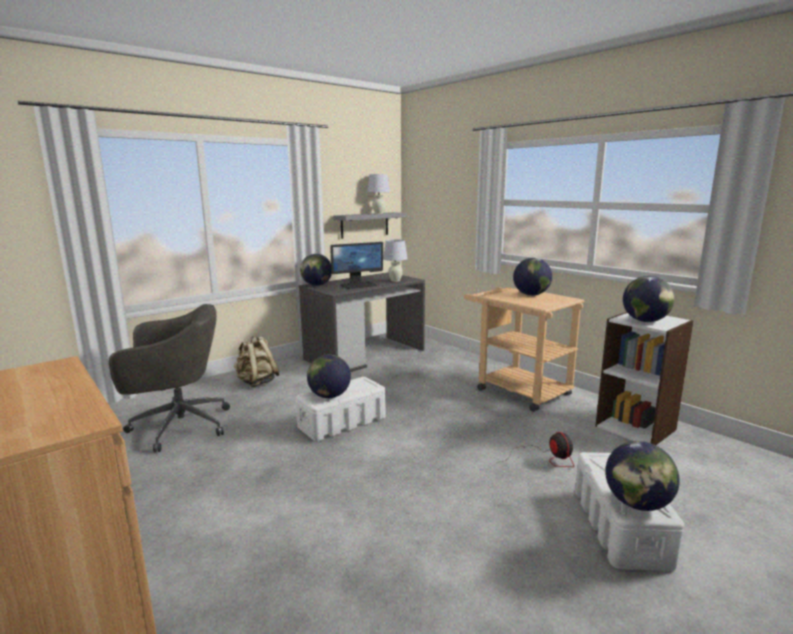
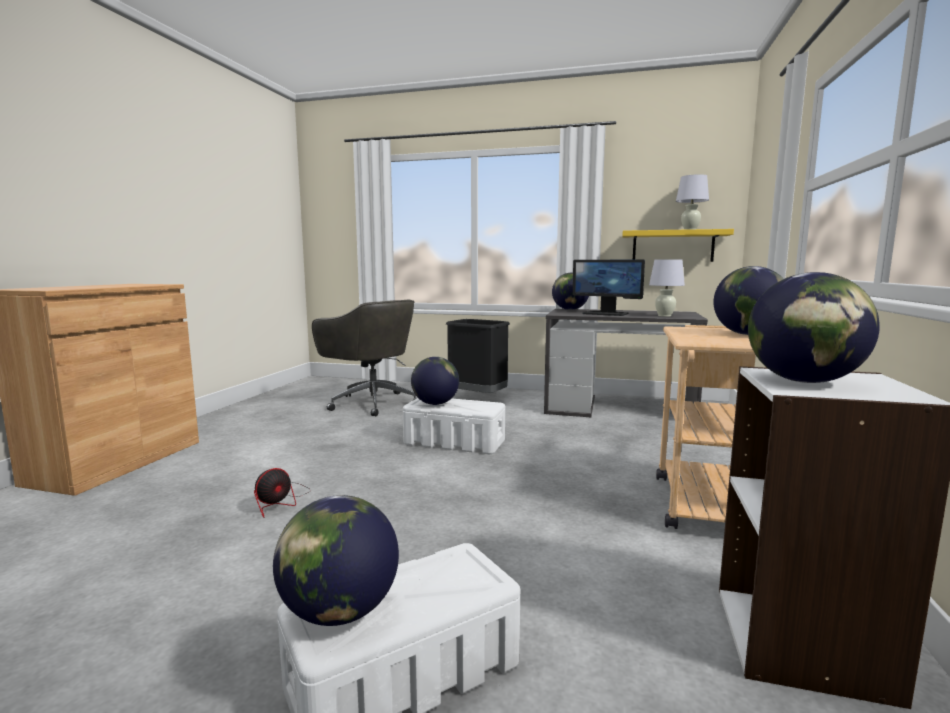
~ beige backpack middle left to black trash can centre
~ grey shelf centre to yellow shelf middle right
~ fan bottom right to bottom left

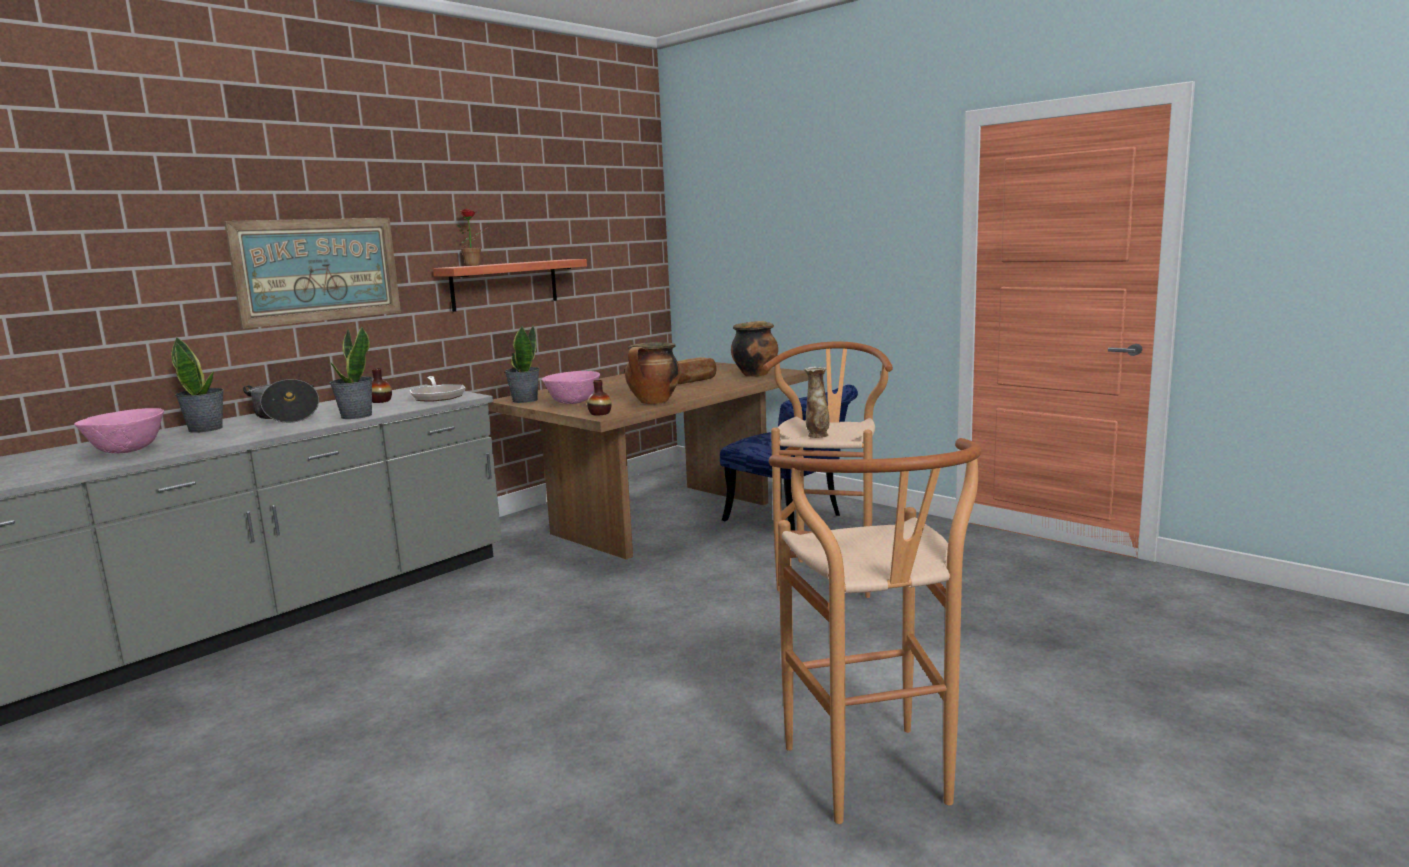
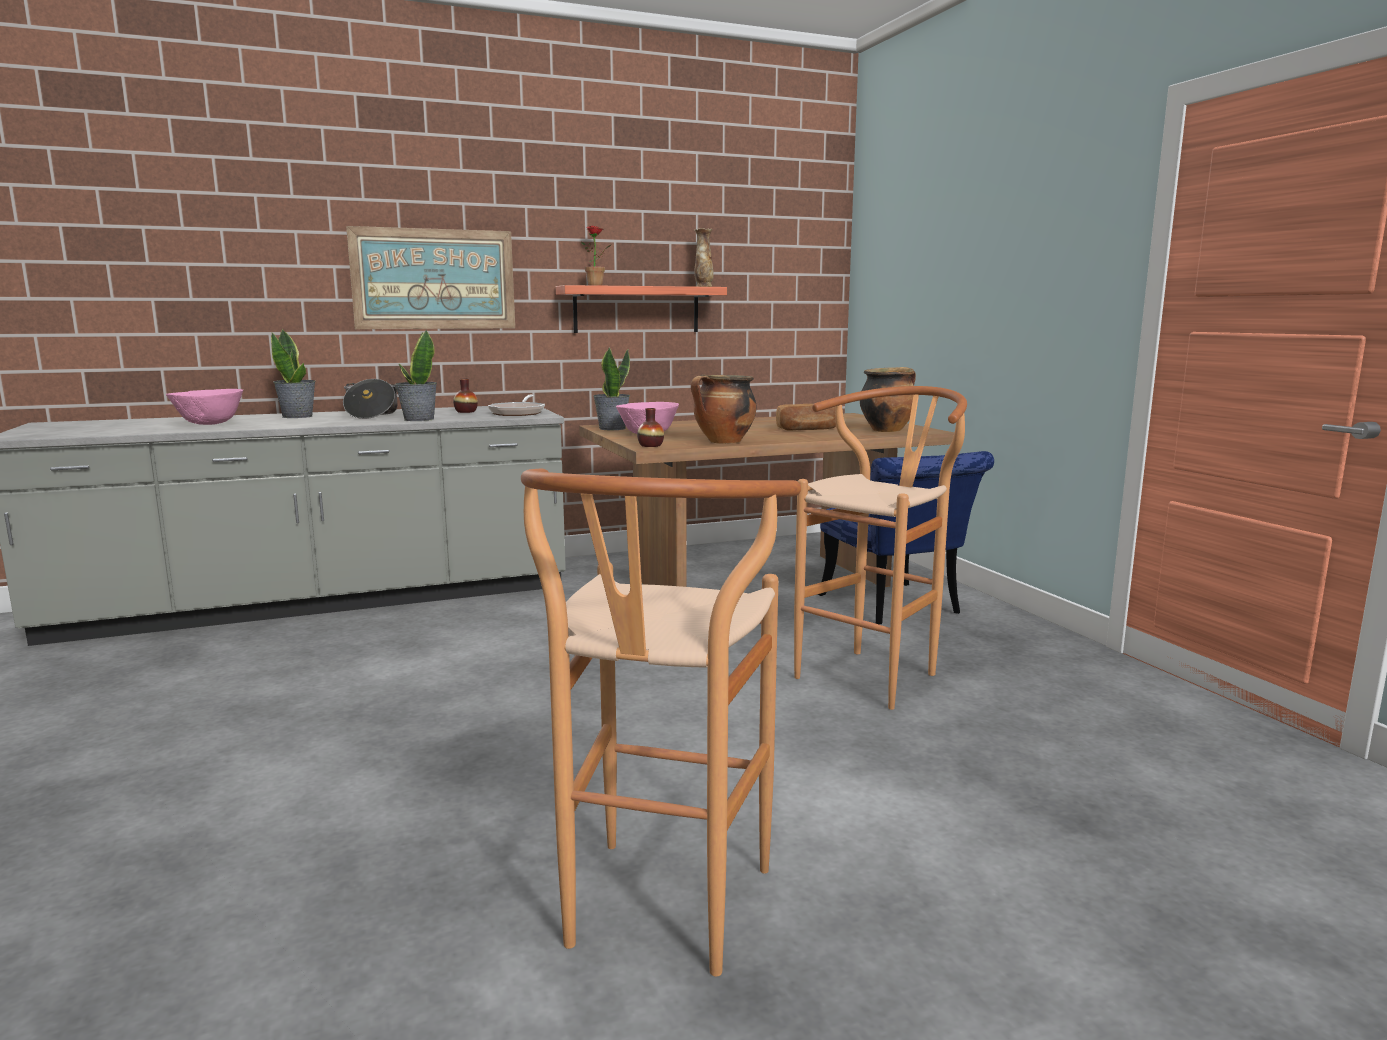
~ vase (3rd from left) centre to top centre

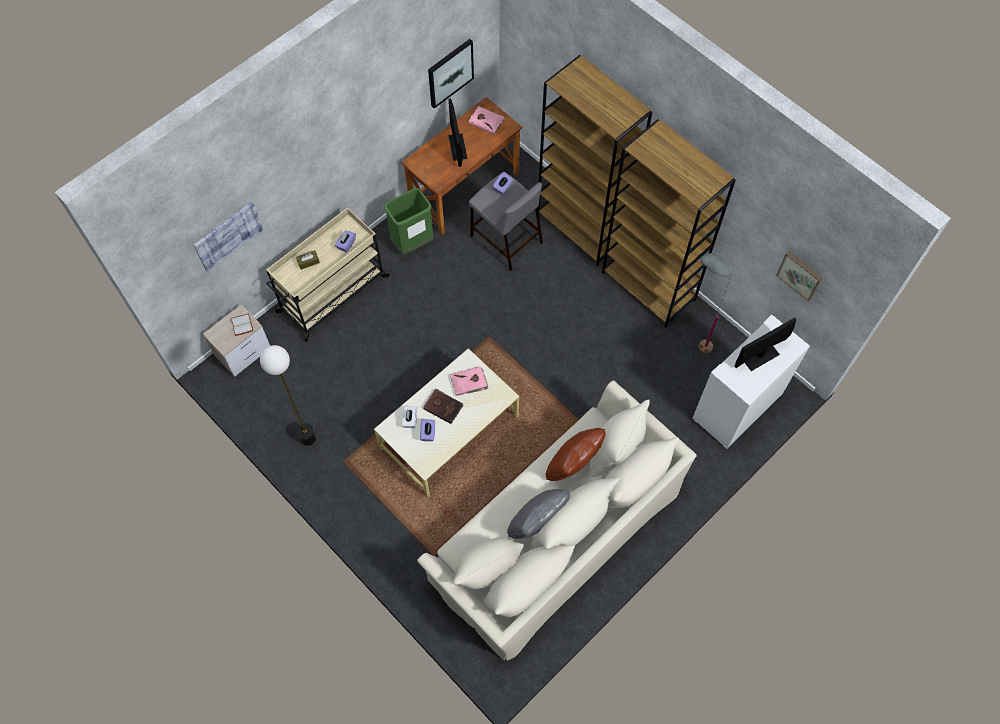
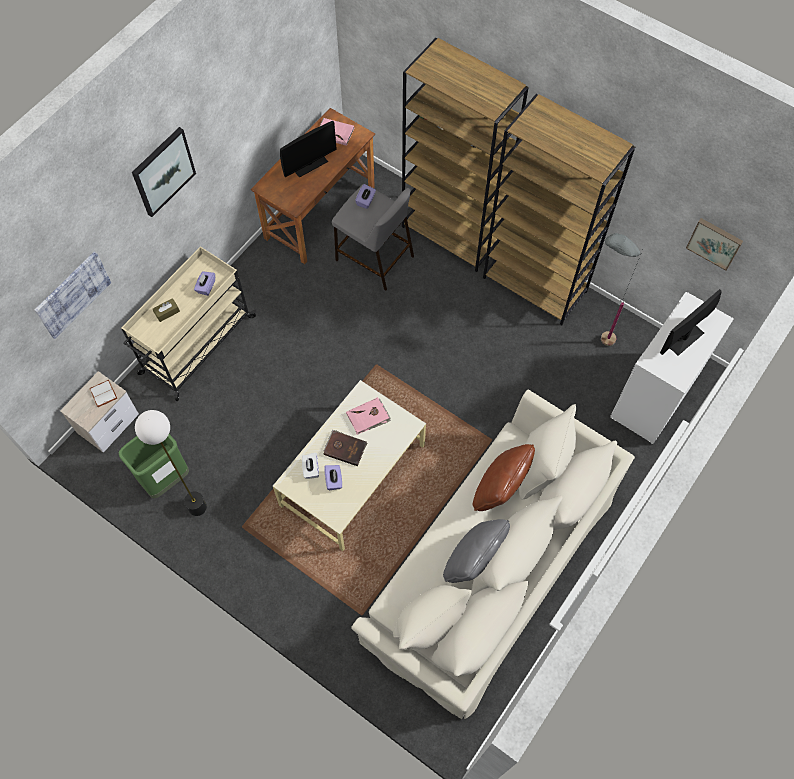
~ green trash can top centre to middle left
~ picture (2nd from left) top centre to top left
~ monitor (1st from left) top centre = top centre 105 degrees counterclockwise

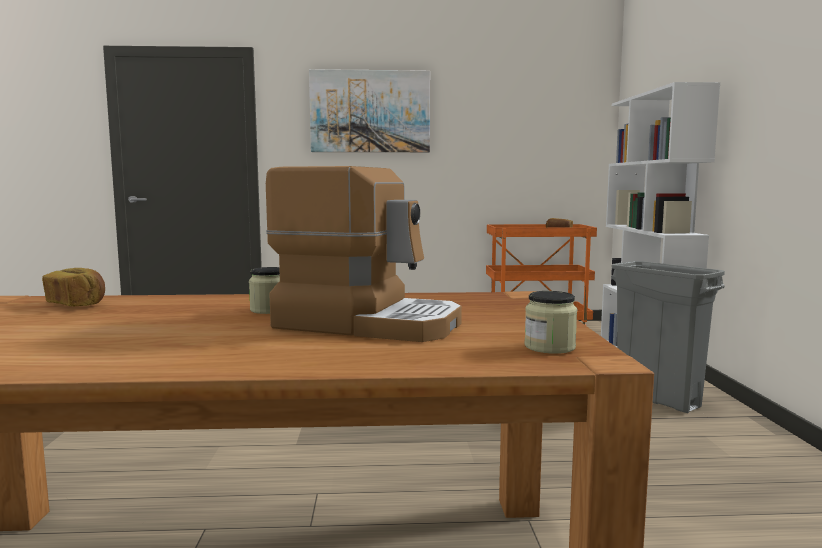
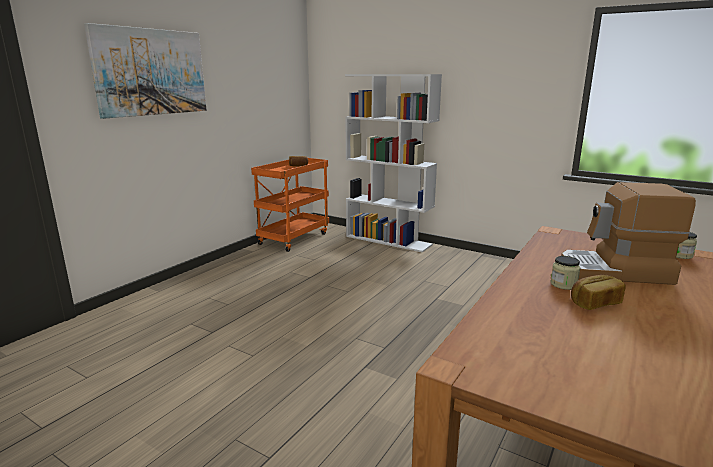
~ bread (1st from left in the first image) middle left to bread (2nd from left) middle right
~ coffee machine centre = middle right 135 degrees counterclockwise
- grey trash can middle right

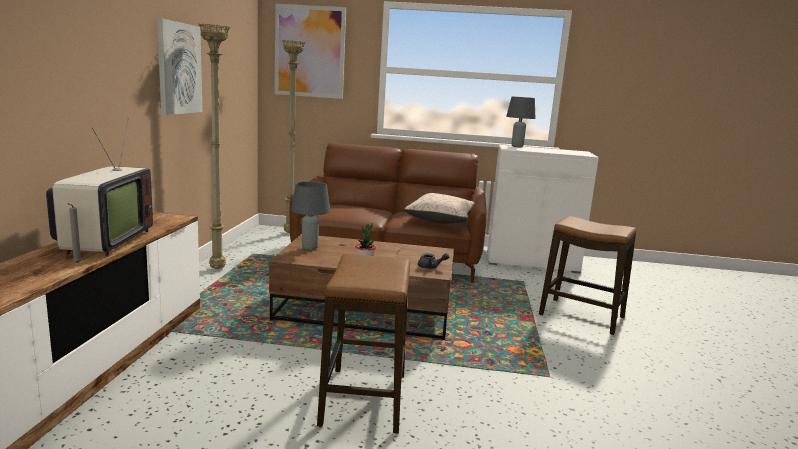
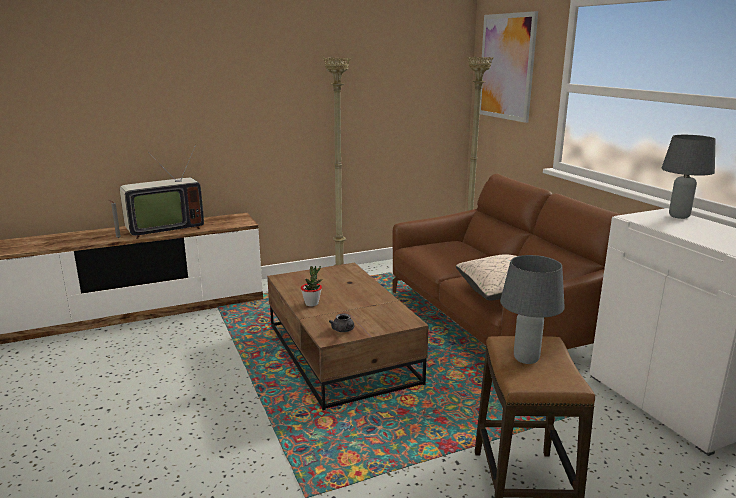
- picture (1st from left) top left
~ grey table lamp (1st from left) centre to middle right
- stool (1st from left) bottom centre

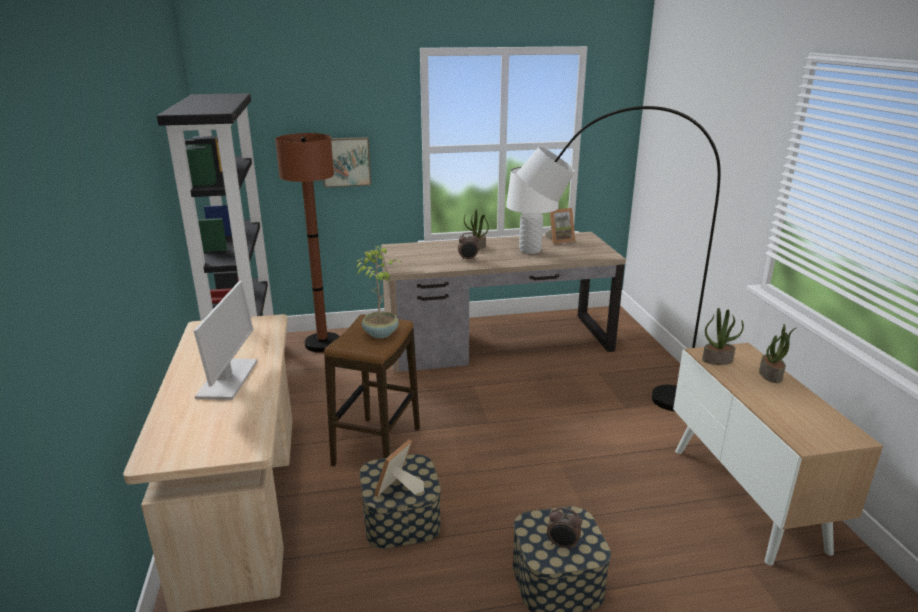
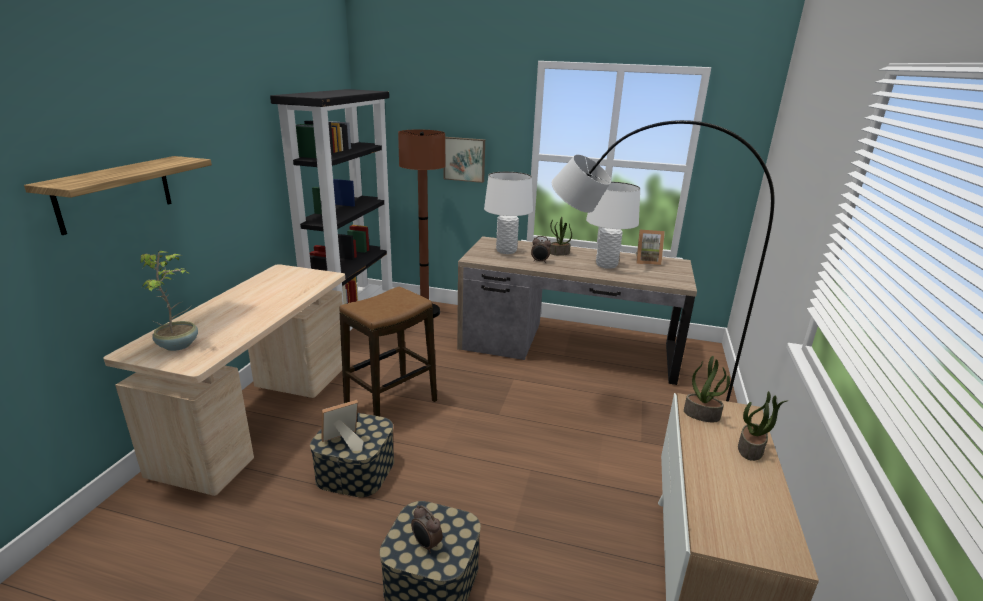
- monitor middle left
~ potted plant (1st from left) centre to middle left
+ shelf top left
+ white table lamp (1st from left) centre

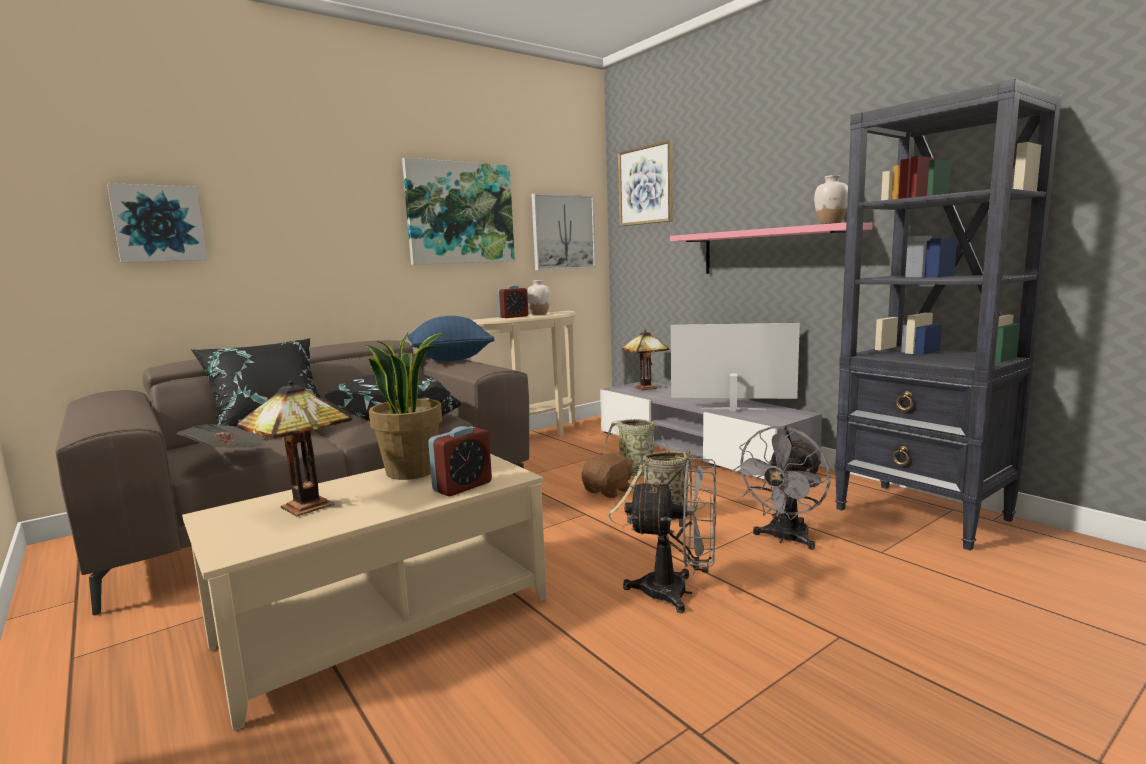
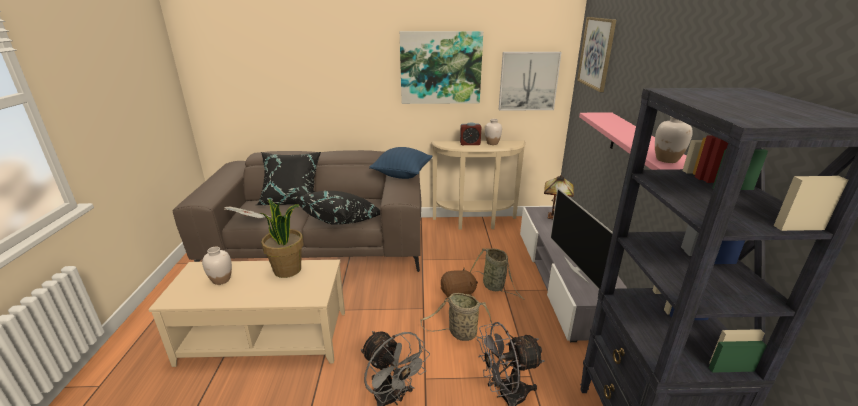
- picture (1st from left) top left
~ table lamp (1st from left) middle left to white vase (1st from left) middle left
- alarm clock (1st from left) centre
~ television centre = middle right 150 degrees counterclockwise

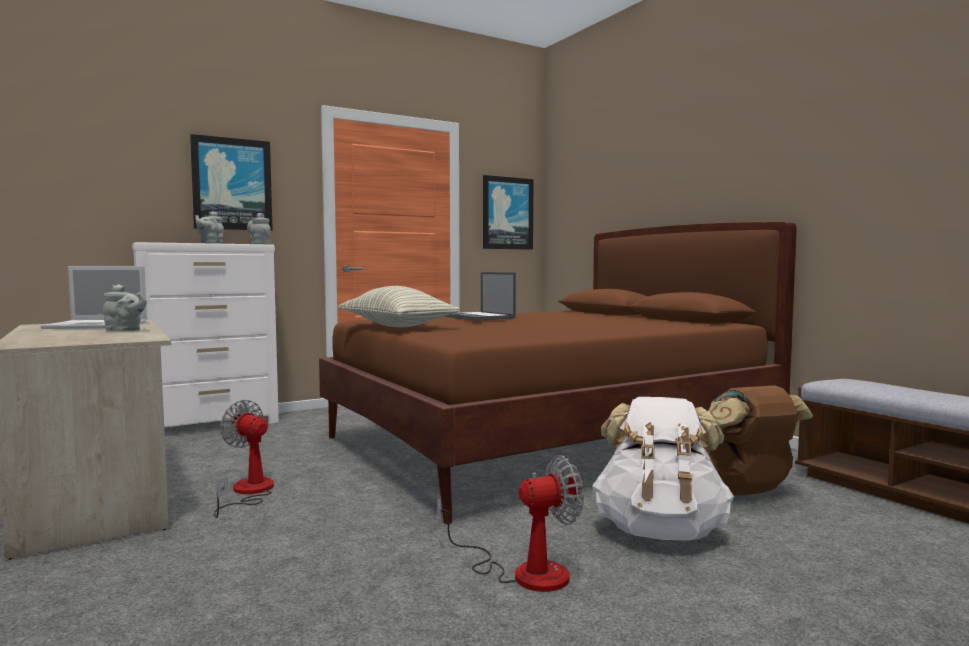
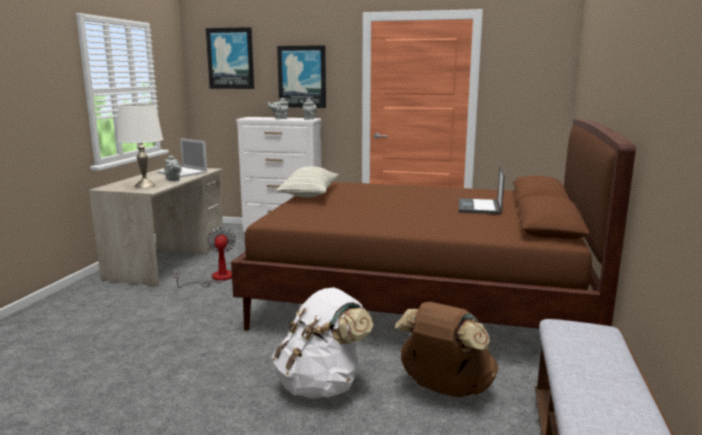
- fan (2nd from left) bottom centre
~ laptop (2nd from left) centre to middle right
~ picture (2nd from left in the first image) top centre to picture (1st from left) top left
+ white table lamp middle left

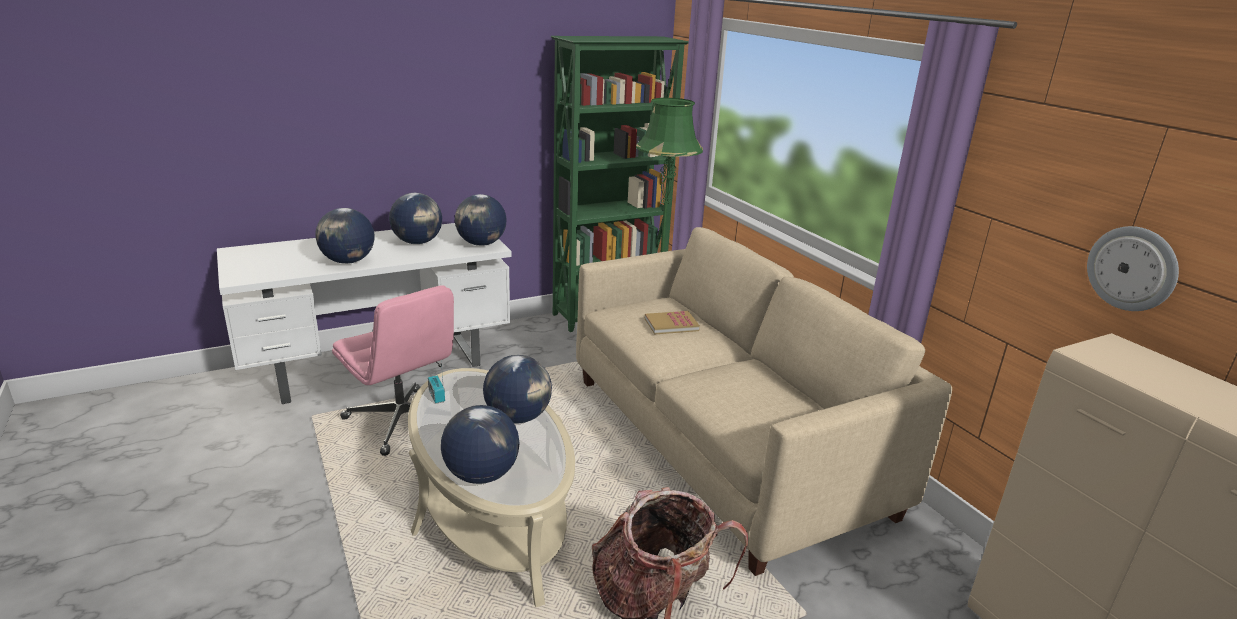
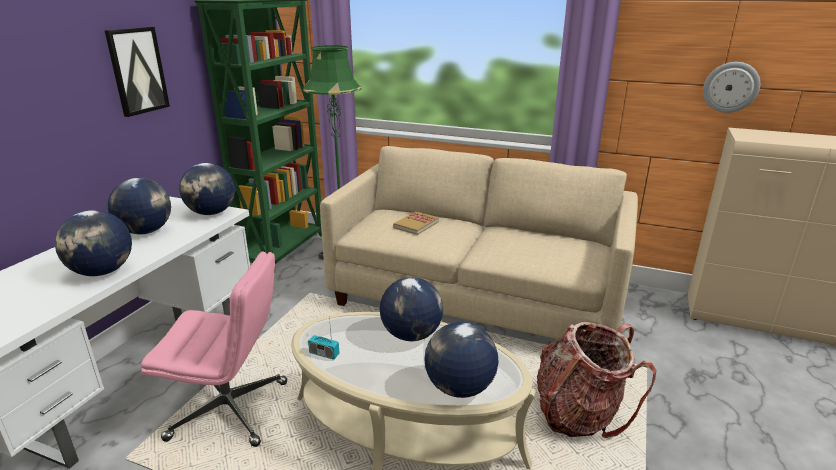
+ picture top left

